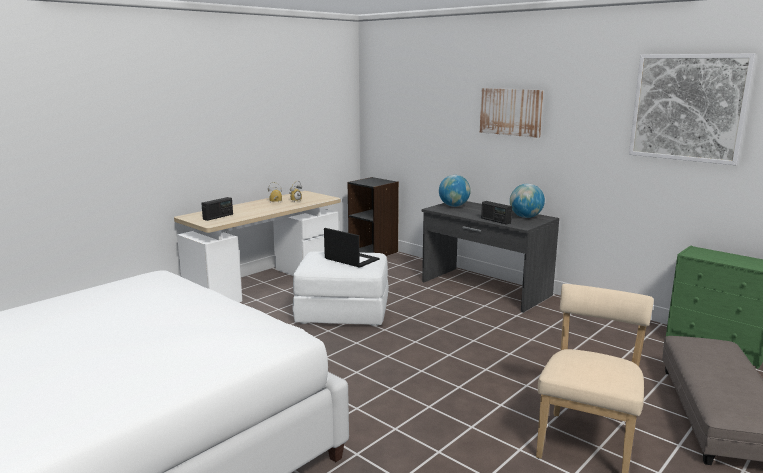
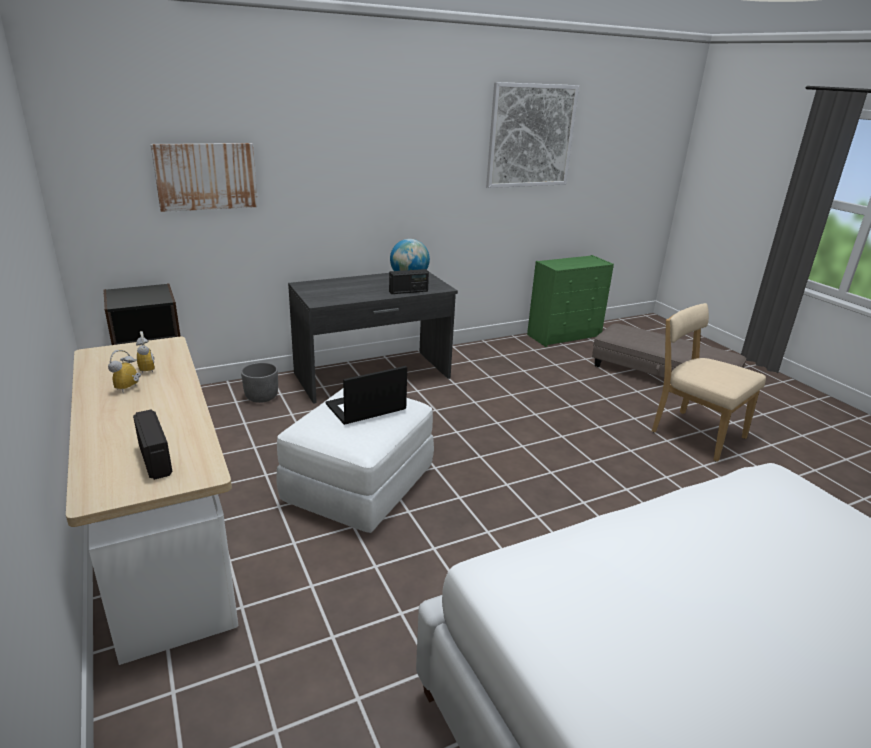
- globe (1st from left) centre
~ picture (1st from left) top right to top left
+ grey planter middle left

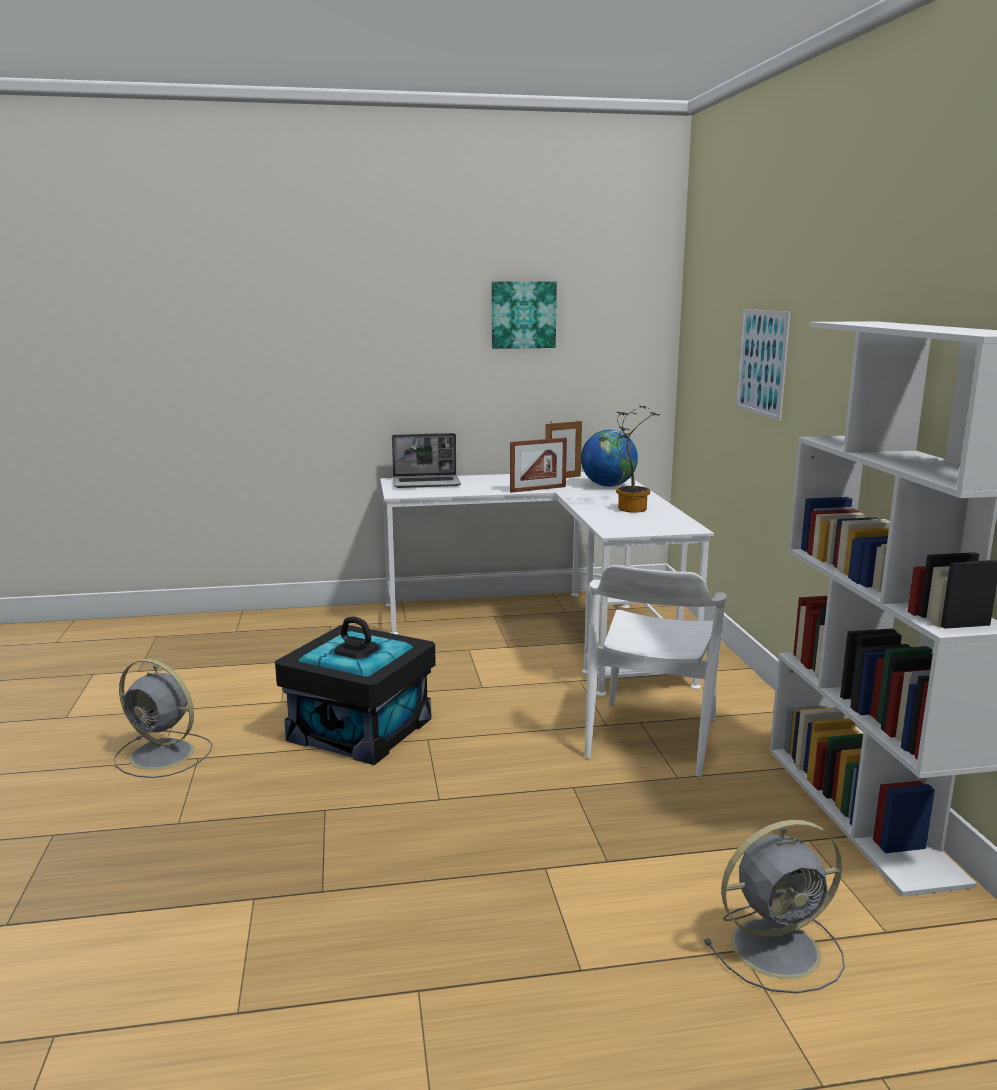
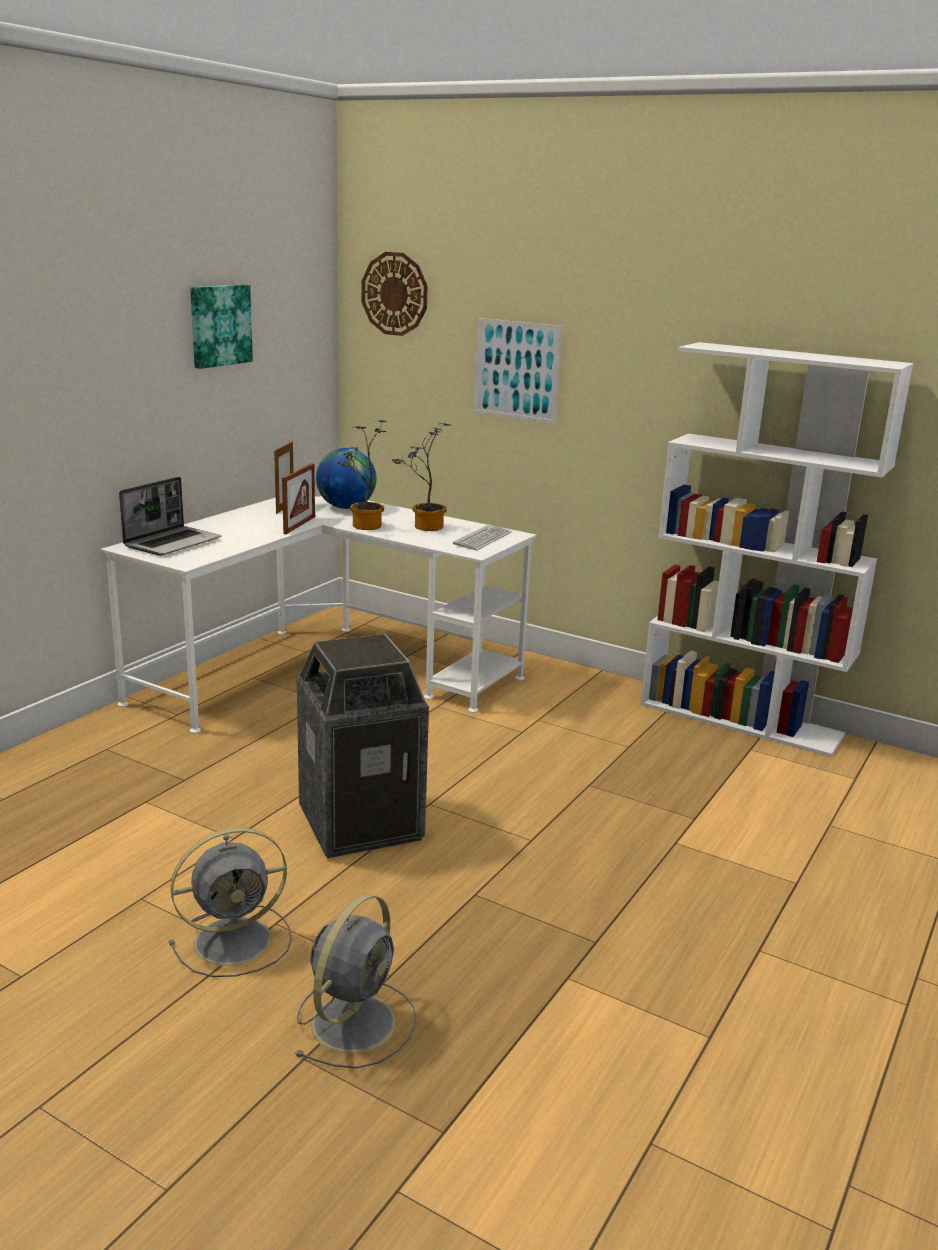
~ black storage box centre to trash can centre
- white chair centre
~ grey fan (2nd from left) bottom right to bottom centre
+ potted plant (1st from left) centre
+ wall clock top centre
+ keyboard centre

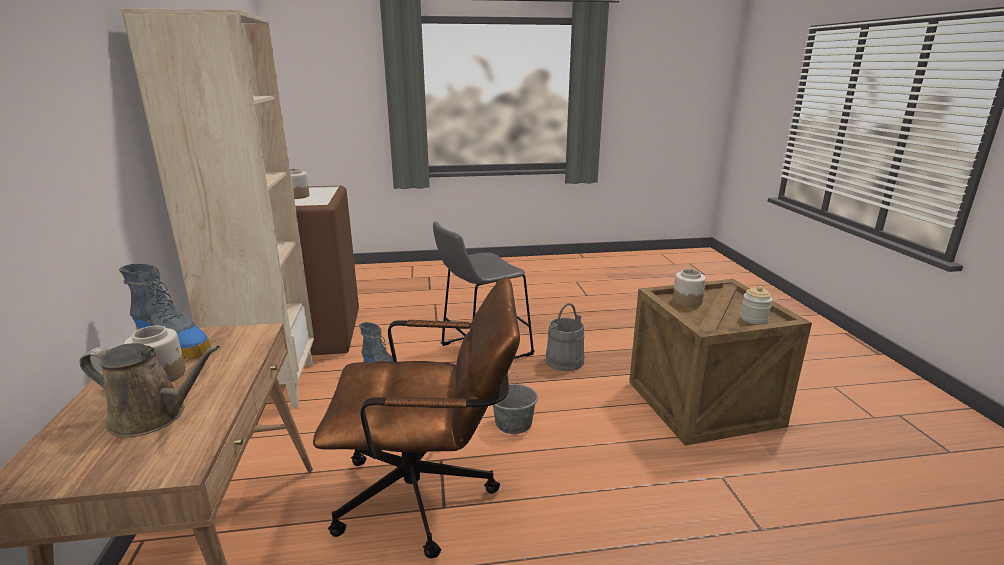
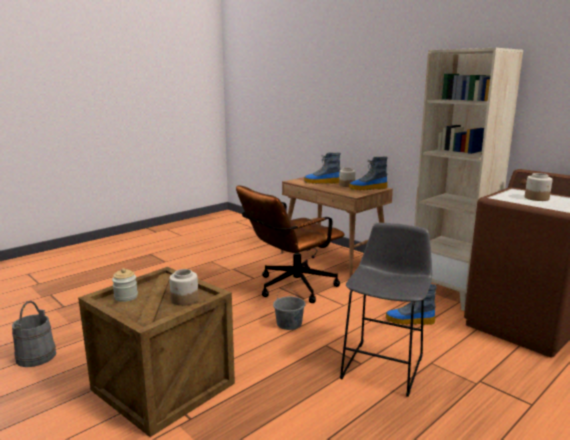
~ brown watering can bottom left to boot (1st from left) centre
~ grey bucket (2nd from left in the first image) centre to grey bucket (1st from left) bottom left

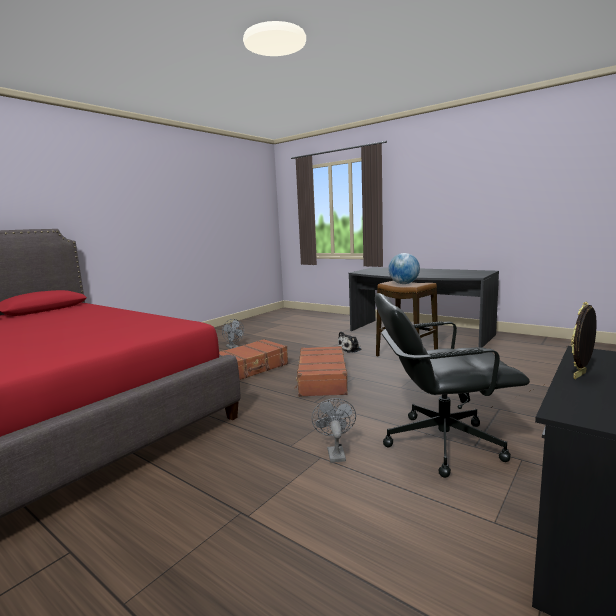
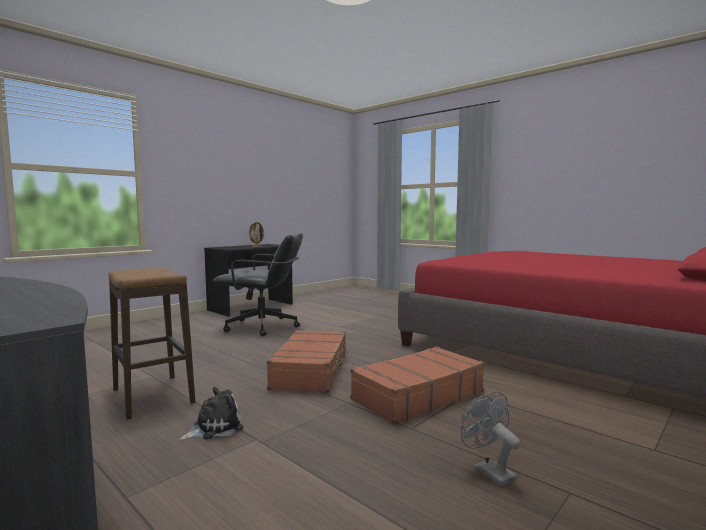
- grey fan (2nd from left) bottom centre
- globe centre

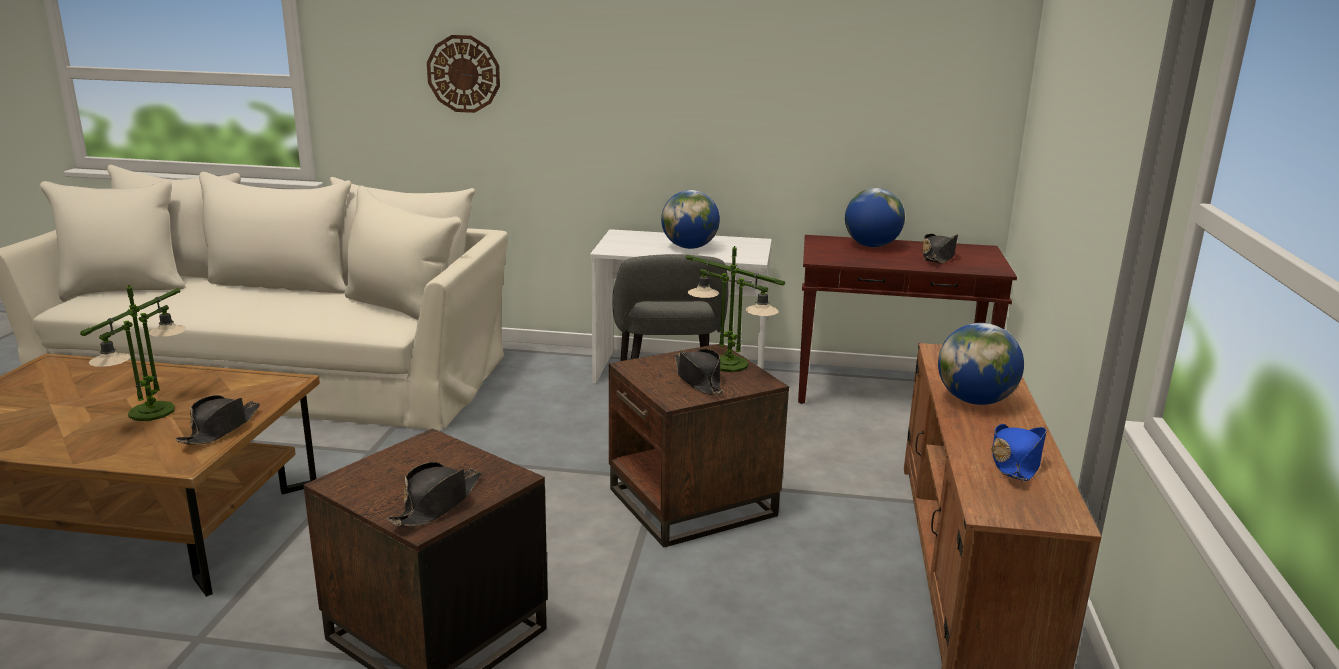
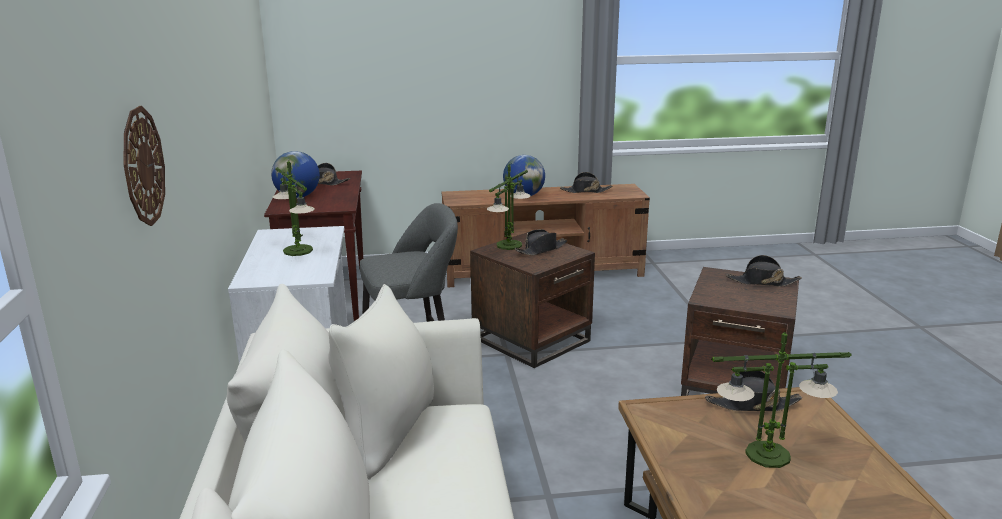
~ globe (1st from left) top centre to table lamp (1st from left) middle left
~ blue hat bottom right to black hat (3rd from left) centre

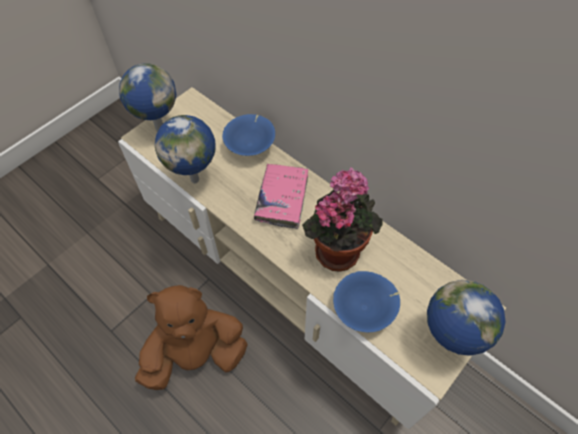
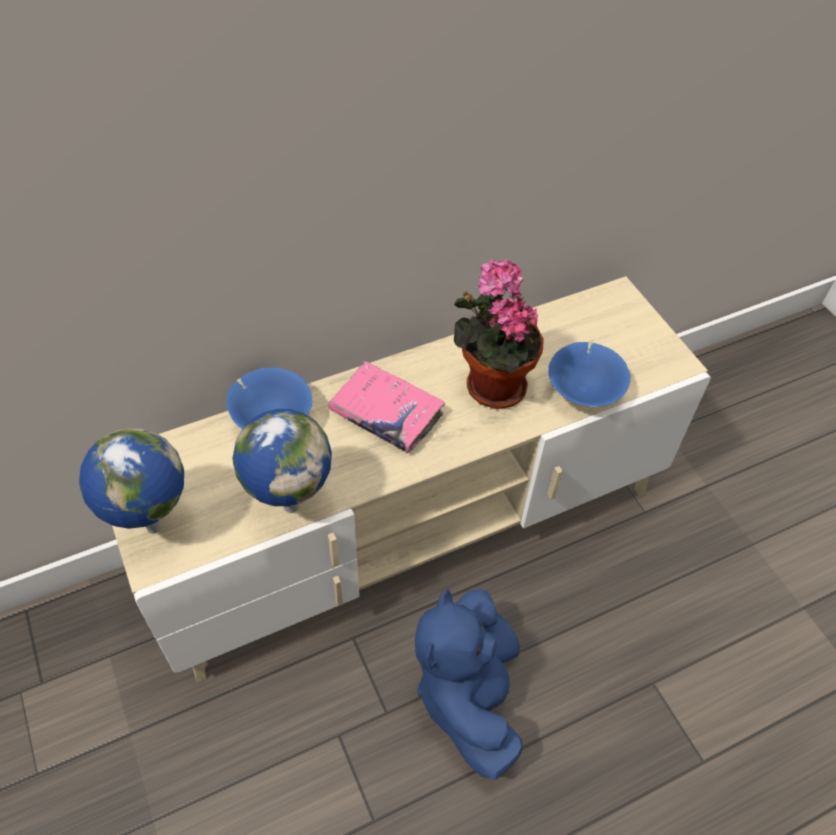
~ brown plush toy bottom left to blue plush toy bottom centre
- globe (3rd from left) bottom right

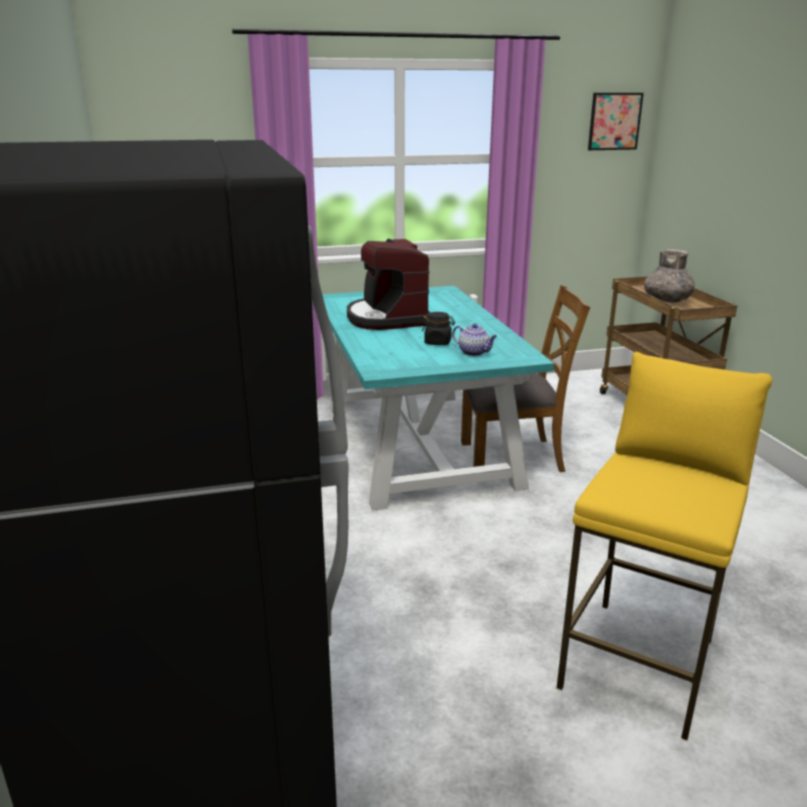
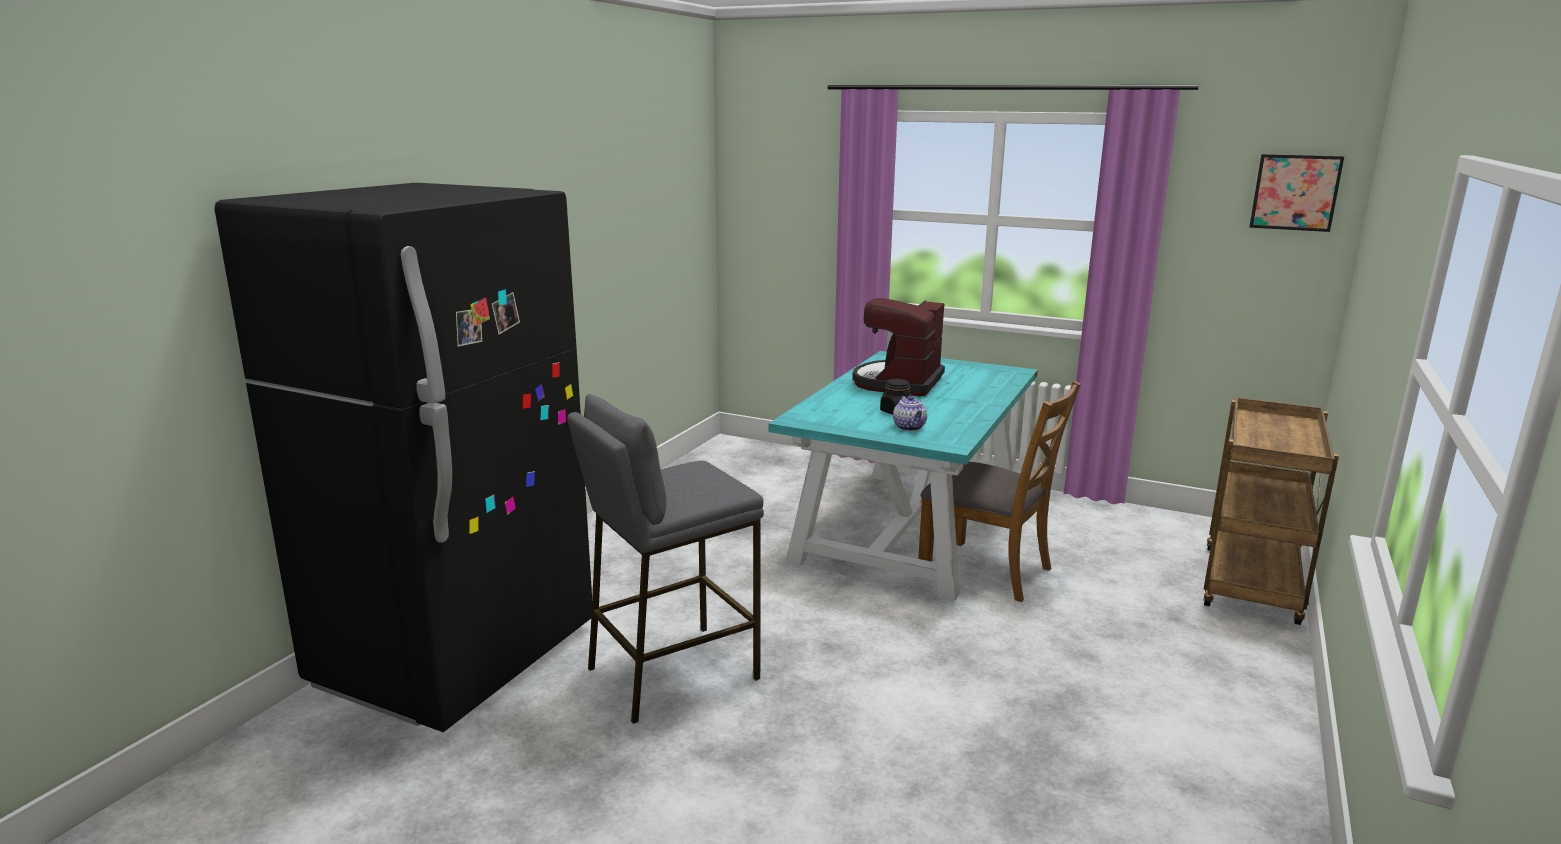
- yellow stool bottom right
- grey vase middle right
+ grey stool centre

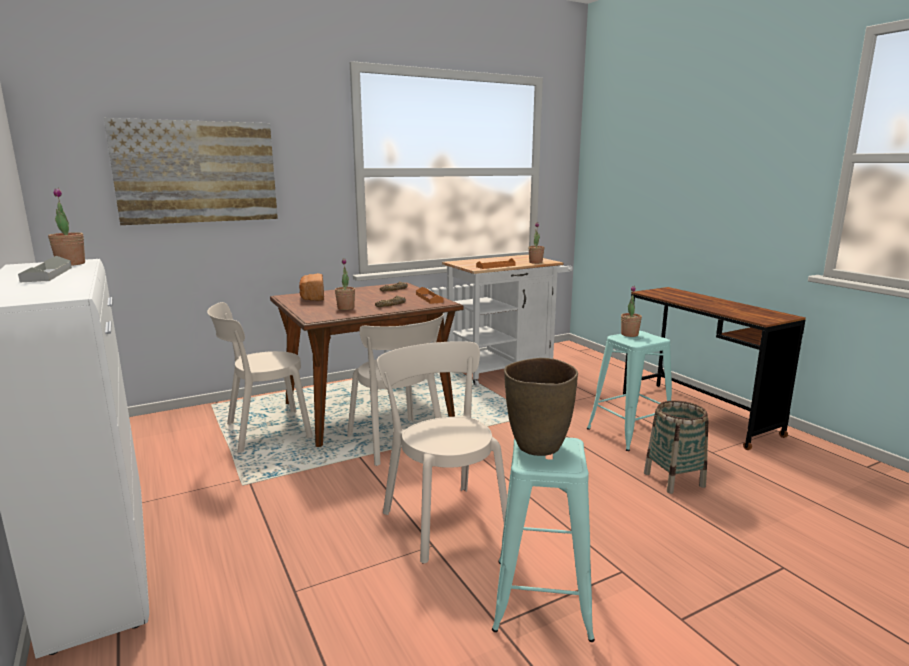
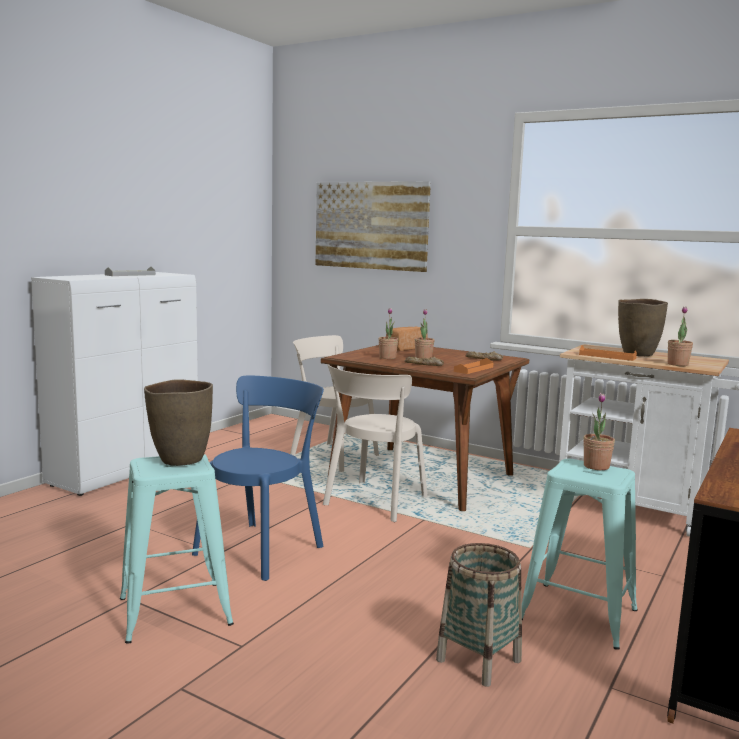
~ potted plant (1st from left in the first image) middle left to potted plant (2nd from left) centre
~ beige chair (3rd from left) bottom centre to blue chair centre
+ brown vase (2nd from left) middle right

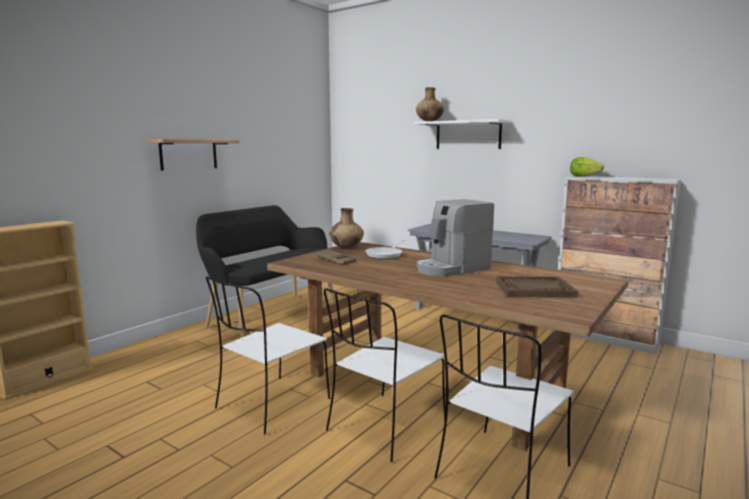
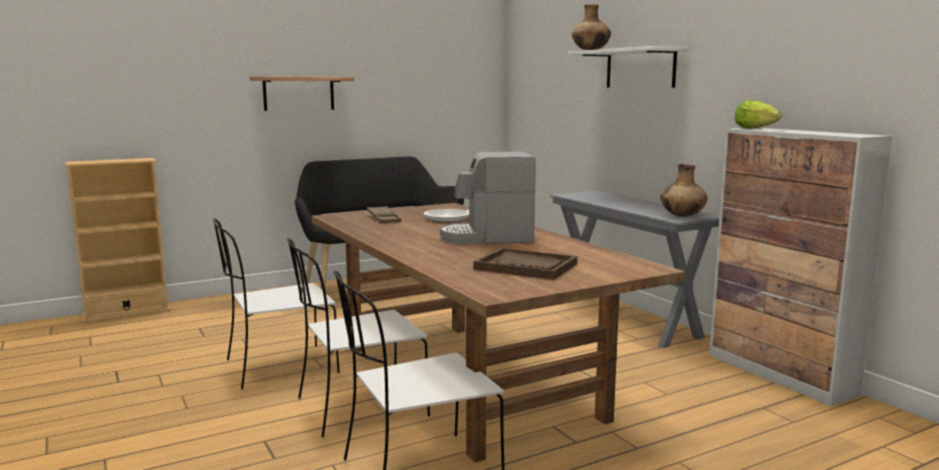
~ brown vase (1st from left in the first image) centre to brown vase (2nd from left) middle right

